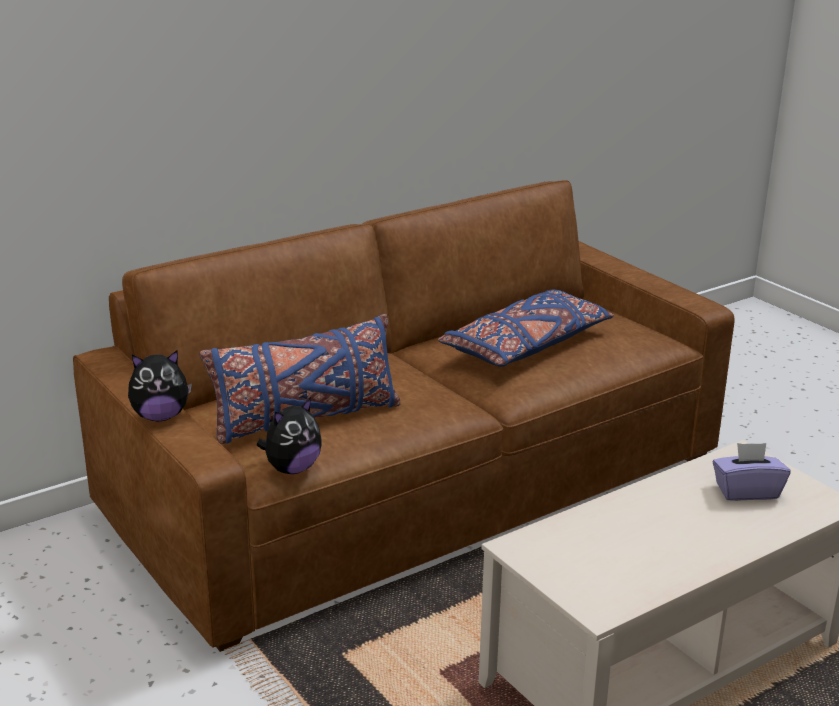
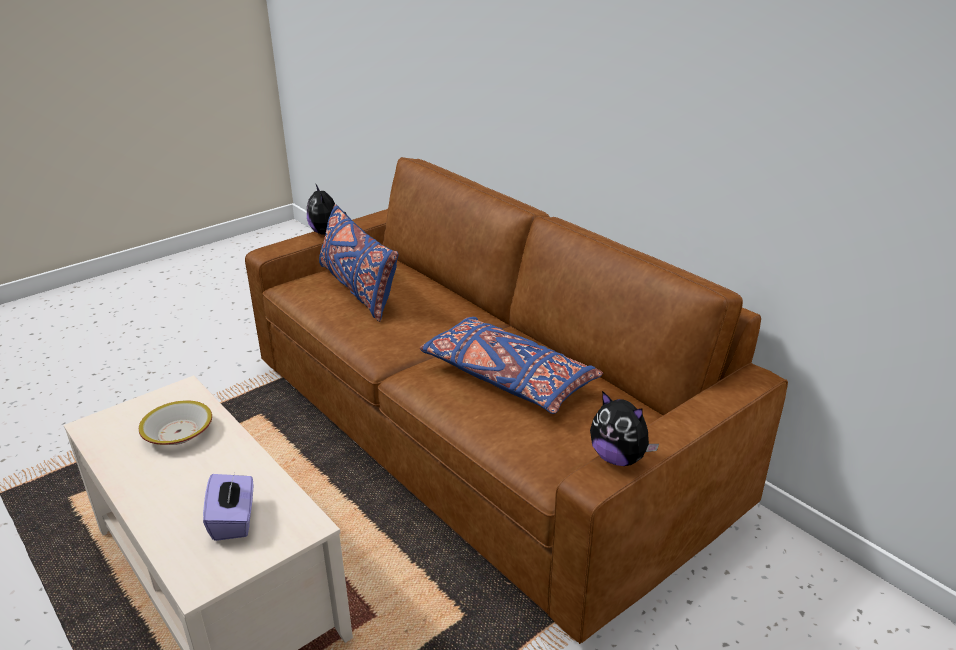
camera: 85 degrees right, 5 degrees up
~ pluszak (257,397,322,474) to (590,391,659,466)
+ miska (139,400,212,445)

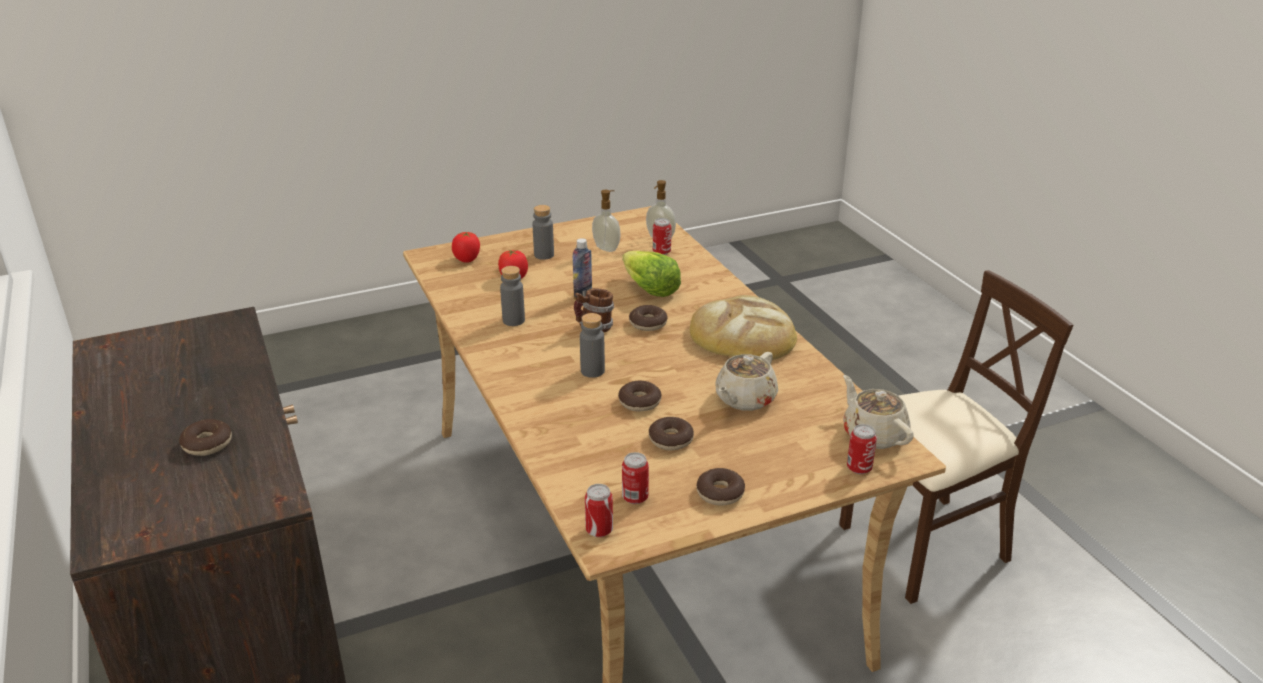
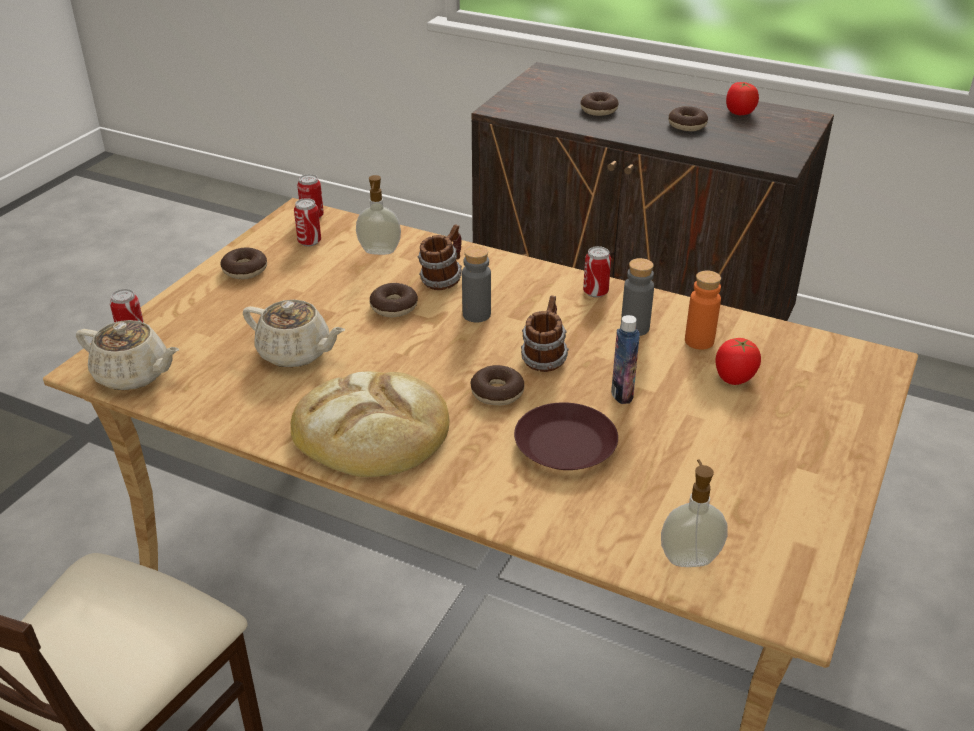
camera: 140 degrees right, 5 degrees up
~ pomidor (452,232,480,262) to (726,82,759,115)
- butelka [szary] (533,205,554,260)
~ dozownik mydła (592,190,621,252) to (356,175,401,255)
~ sałata (622,251,681,297) to talerz [brązowy] (514,402,618,470)
~ donut (649,417,694,450) to (668,106,708,131)
~ puszka (653,218,672,255) to (583,246,611,298)
~ imbryk [beżowy] (715,352,778,411) = (243,300,345,368) 120 degrees clockwise
+ kubek (418,224,462,290)
+ butelka [pomarańczowy] (685,271,721,350)

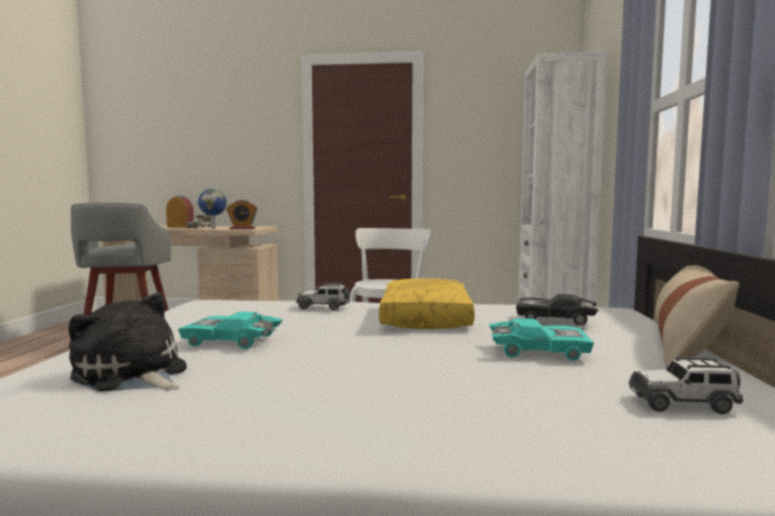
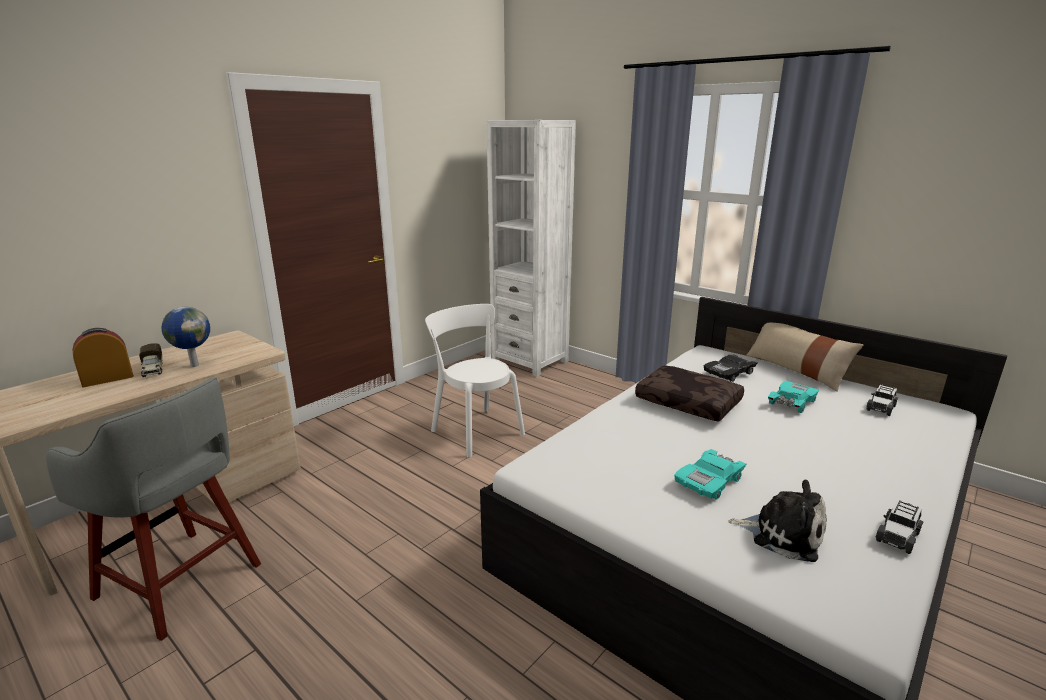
camera: 55 degrees left, 15 degrees up
~ pluszak (68,293,187,392) = (728,479,826,562) 135 degrees counterclockwise
- budzik (226,200,257,229)
~ samochodzik (296,283,349,310) to (876,500,923,554)
~ poduszka [żółty] (379,278,475,329) to poduszka [brązowy] (635,365,744,422)

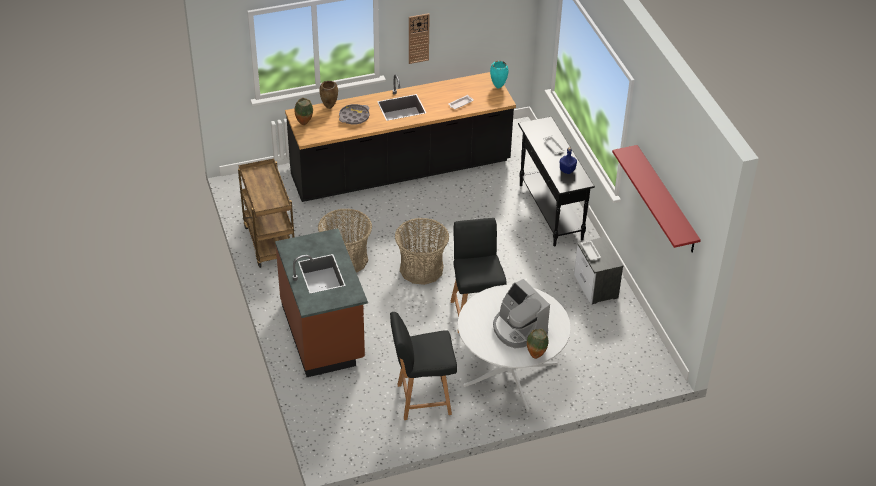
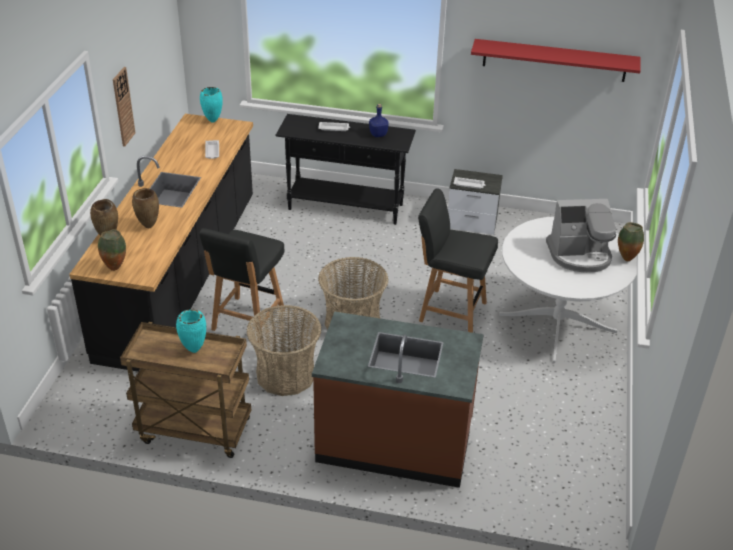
camera: 60 degrees left, 5 degrees down
~ taca [szary] (339,104,370,124) to wazon [brązowy] (132,188,159,228)
~ krzesło [czarny] (390,312,457,420) to (199,228,285,343)
+ wazon [turkusowy] (176,309,206,353)

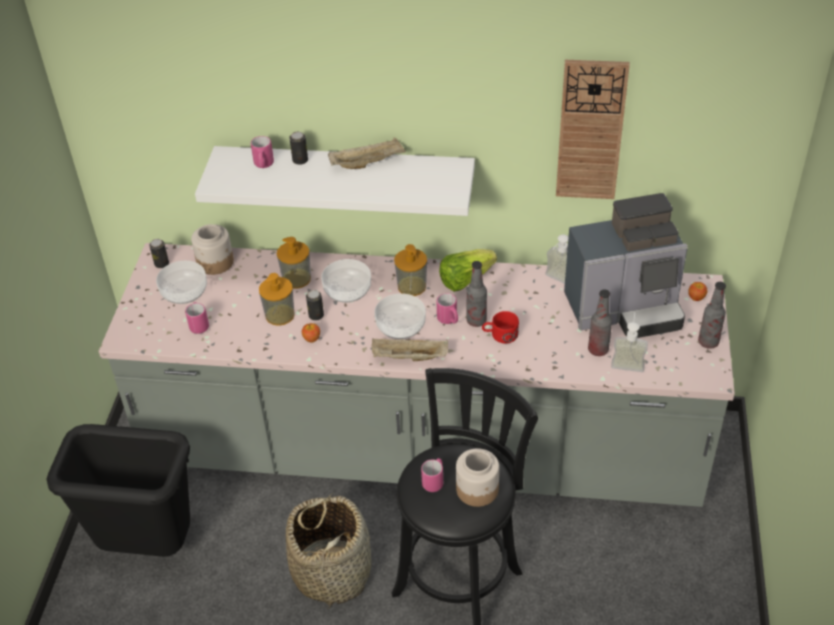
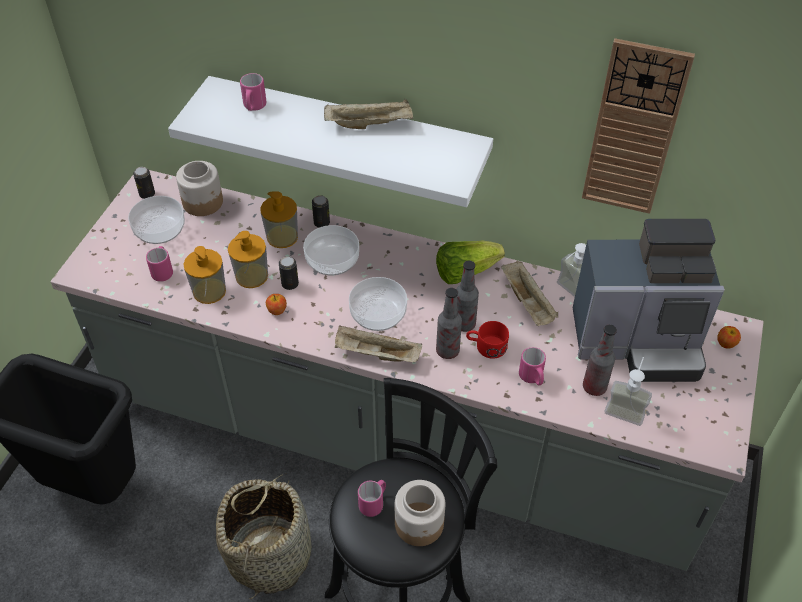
camera: 10 degrees right, 5 degrees up
~ puszka (289,132,308,165) to (312,195,330,228)
~ dozownik mydła (394,244,427,296) to (183,246,226,304)
~ kubek [różowy] (437,293,458,324) to (519,347,546,385)
~ butelka (698,282,726,349) to (436,288,462,359)
+ taca [beżowy] (501,261,558,326)

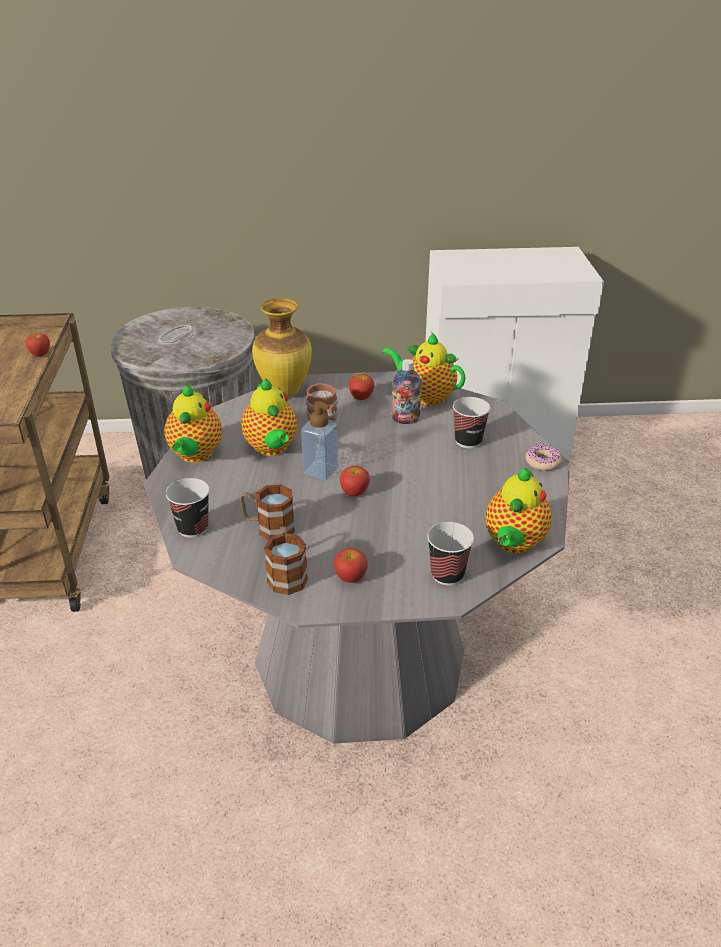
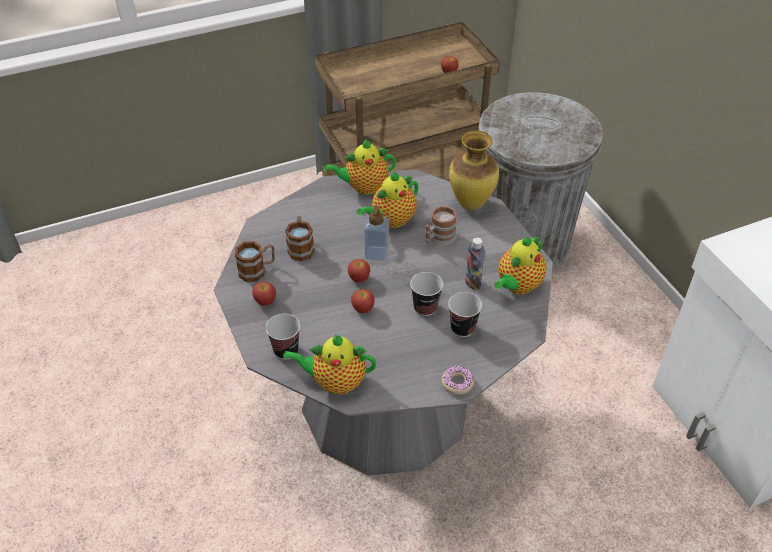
camera: 70 degrees right, 10 degrees up
~ filiżanka (165,478,210,538) to (410,272,443,316)
~ jabłko (349,374,374,400) to (351,289,375,313)
~ imbryk (382,332,466,406) = (494,236,547,295) 150 degrees counterclockwise

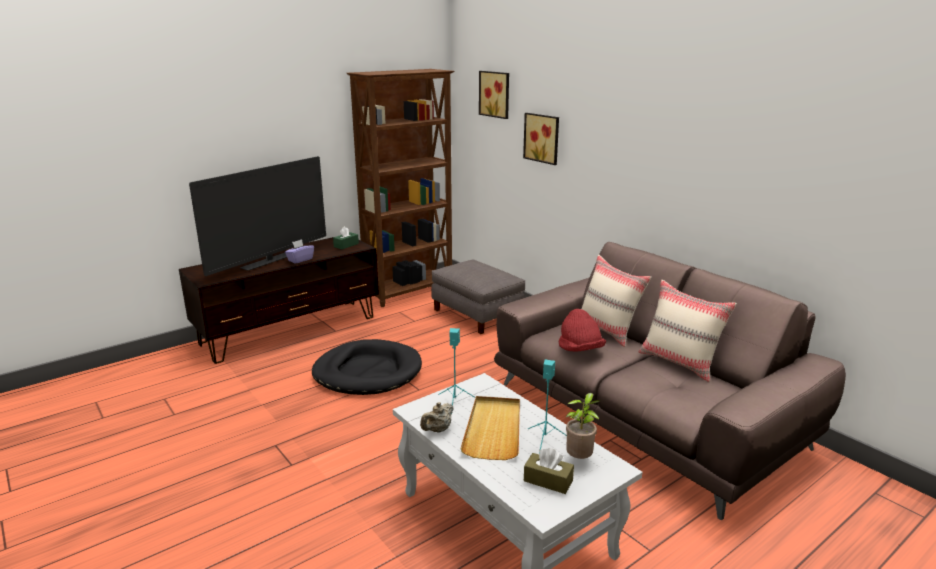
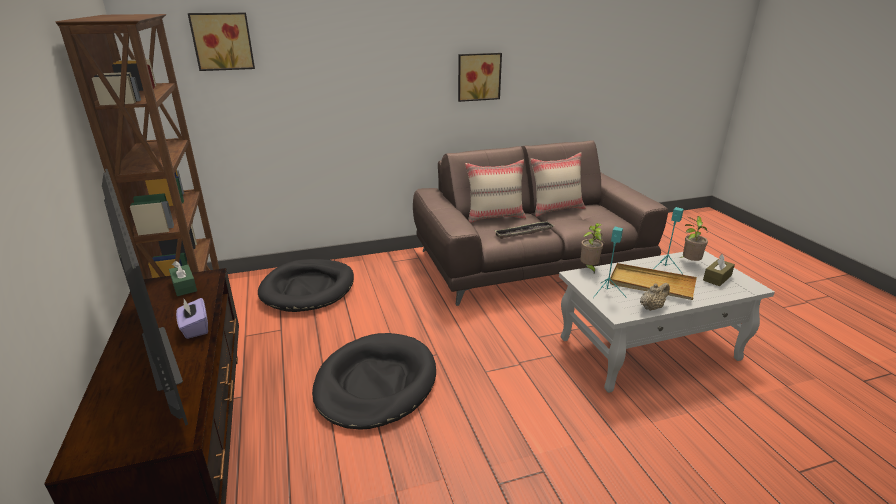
camera: 70 degrees left, 5 degrees up
~ imbryk [beżowy] (420,402,453,433) = (640,283,670,311) 90 degrees counterclockwise
~ pufa [szary] (431,260,525,334) to legowisko [czarny] (258,259,354,312)
~ obraz (523,113,559,165) to (458,53,502,102)
~ kapelusz [czerwony] (559,309,606,352) to taca (495,221,554,239)
+ roślina doniczkowa (580,223,603,273)

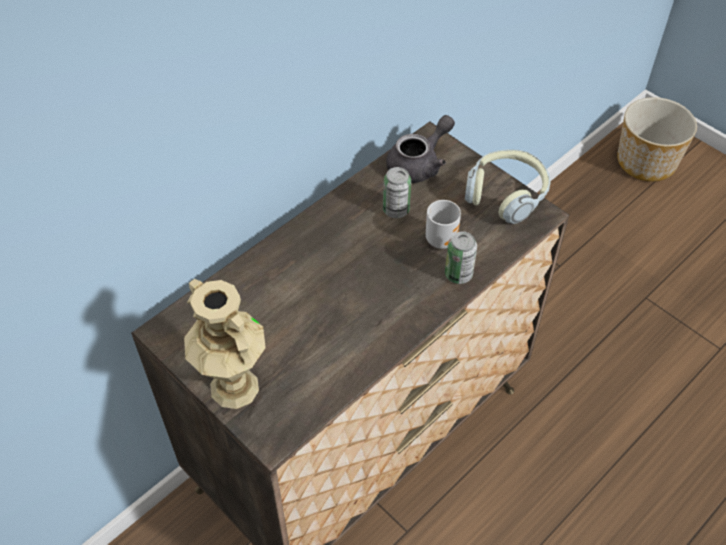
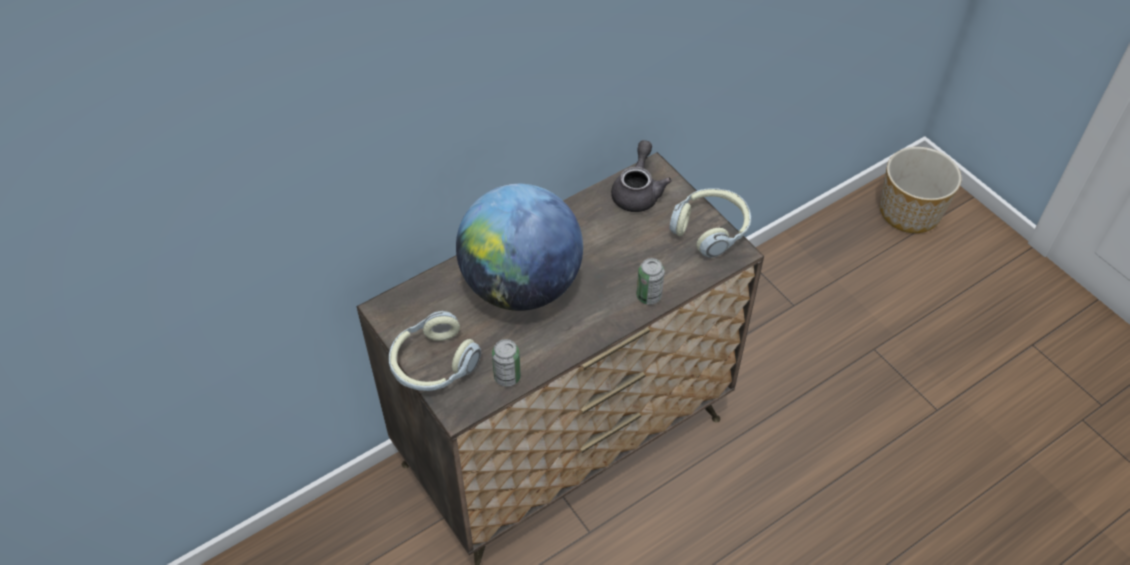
camera: 10 degrees right, 0 degrees up
~ wazon [beżowy] (184,279,266,409) to słuchawki (389,311,481,391)
~ puszka (383,167,411,218) to (492,339,521,387)
~ imbryk [szary] (386,115,455,183) = (611,140,672,212) 45 degrees counterclockwise
- kubek (426,200,461,249)
+ globus (456,184,583,311)

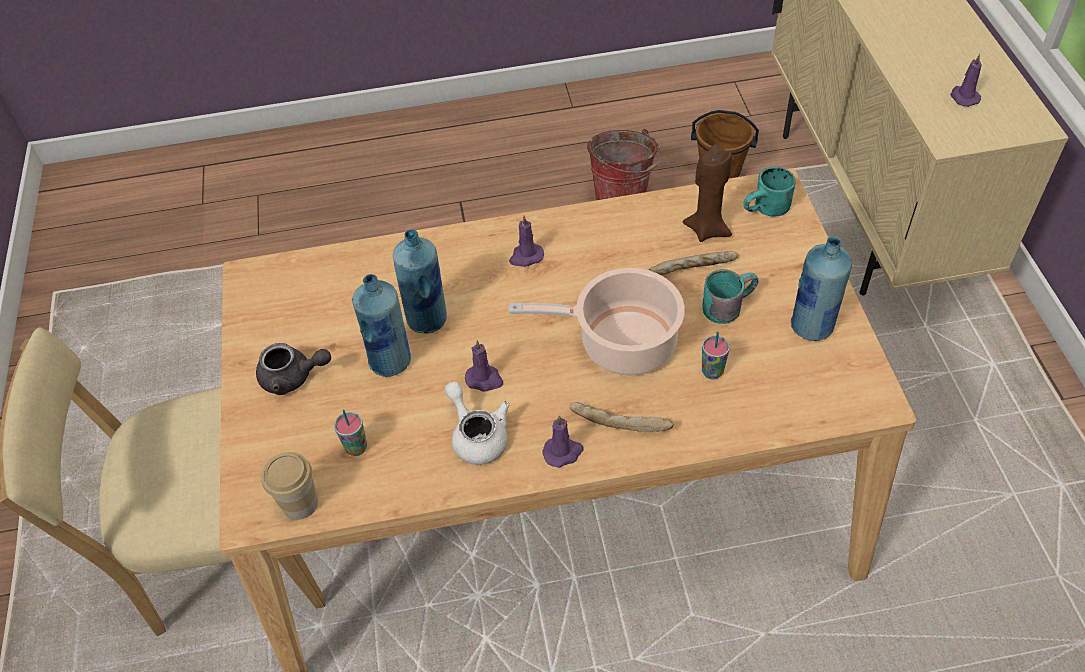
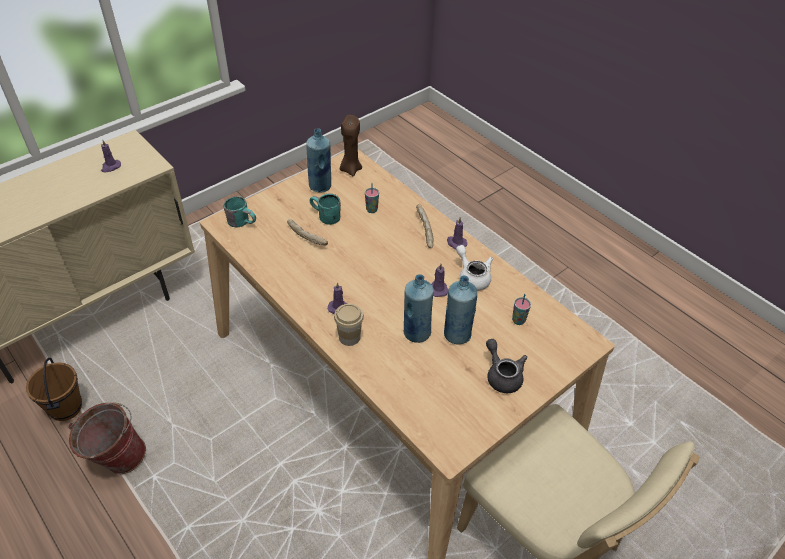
camera: 125 degrees left, 5 degrees down
~ filiżanka (261,452,318,520) to (334,304,364,346)
~ imbryk [biały] (445,381,510,465) = (456,245,493,291) 120 degrees clockwise
- garnek (509,268,685,376)
~ świeca [brązowy] (682,144,732,242) to (340,115,362,177)

